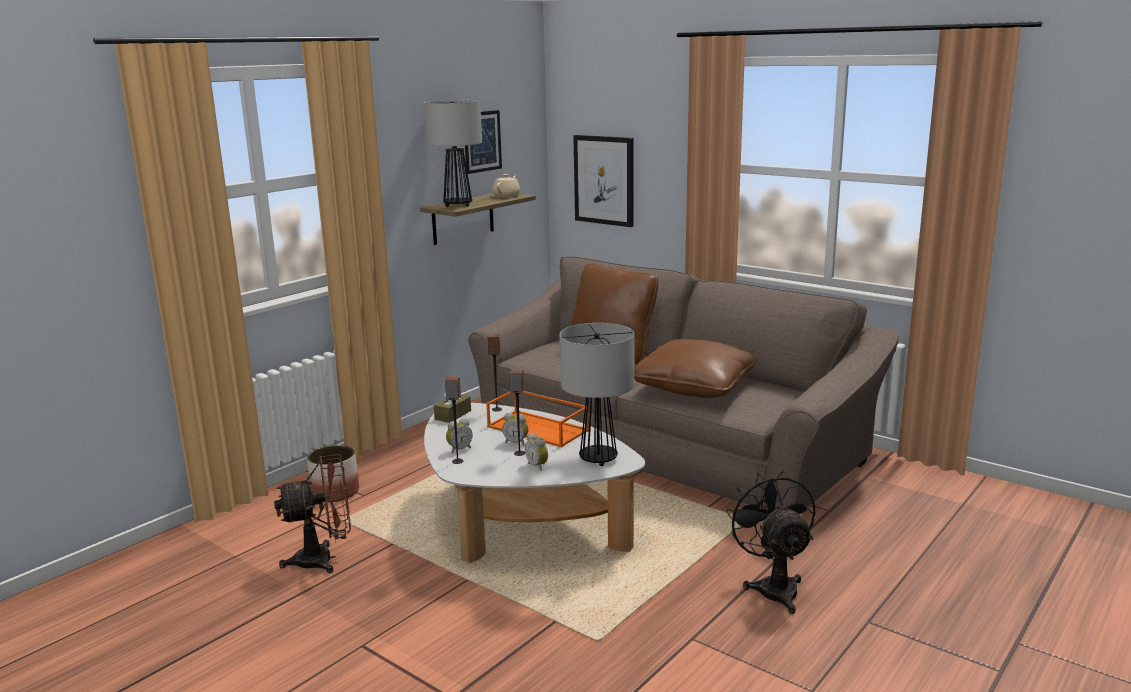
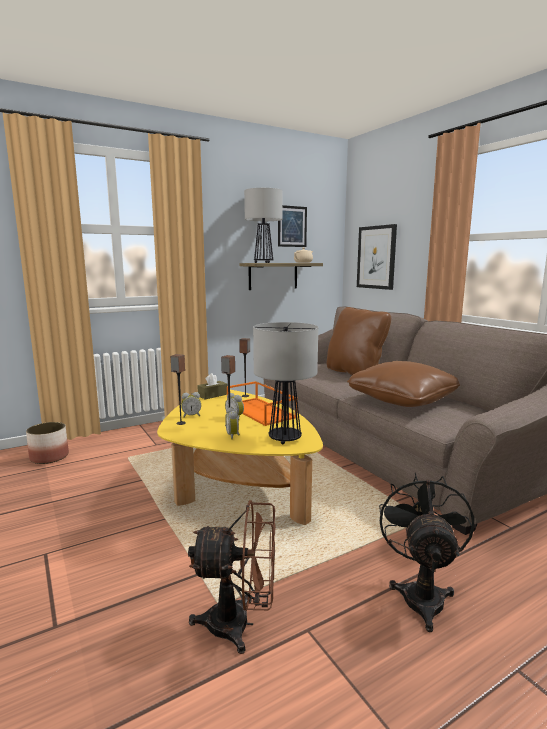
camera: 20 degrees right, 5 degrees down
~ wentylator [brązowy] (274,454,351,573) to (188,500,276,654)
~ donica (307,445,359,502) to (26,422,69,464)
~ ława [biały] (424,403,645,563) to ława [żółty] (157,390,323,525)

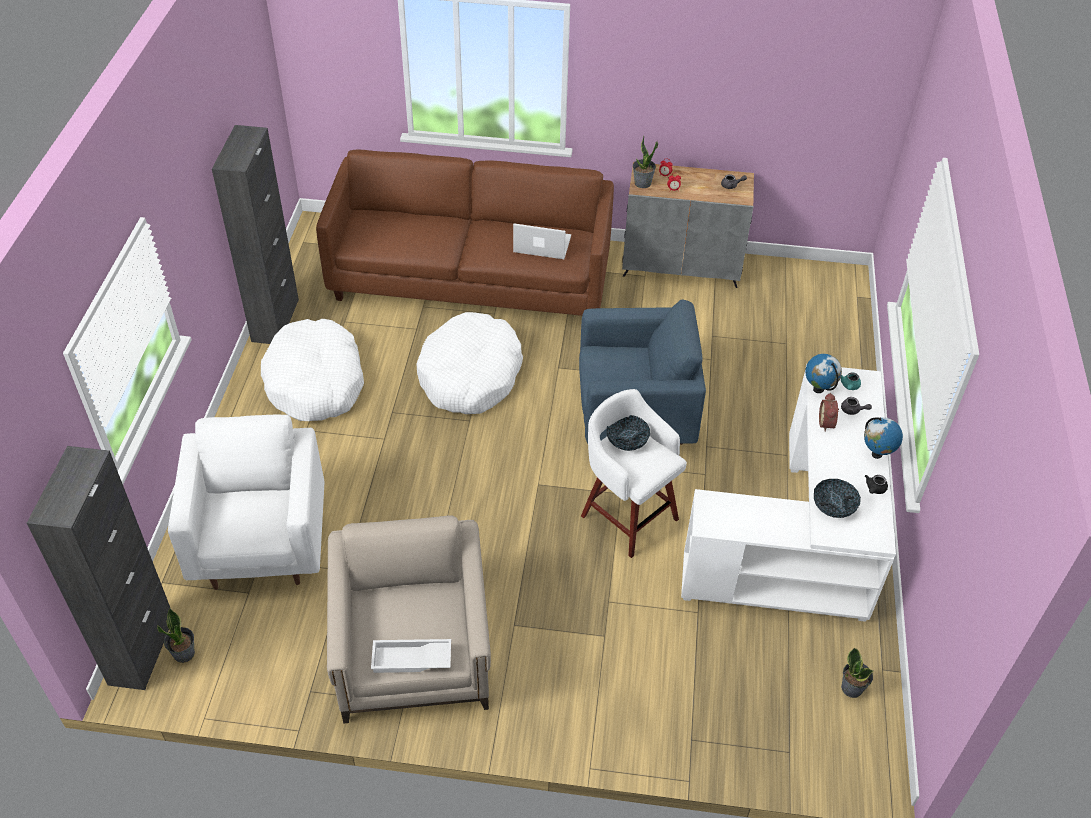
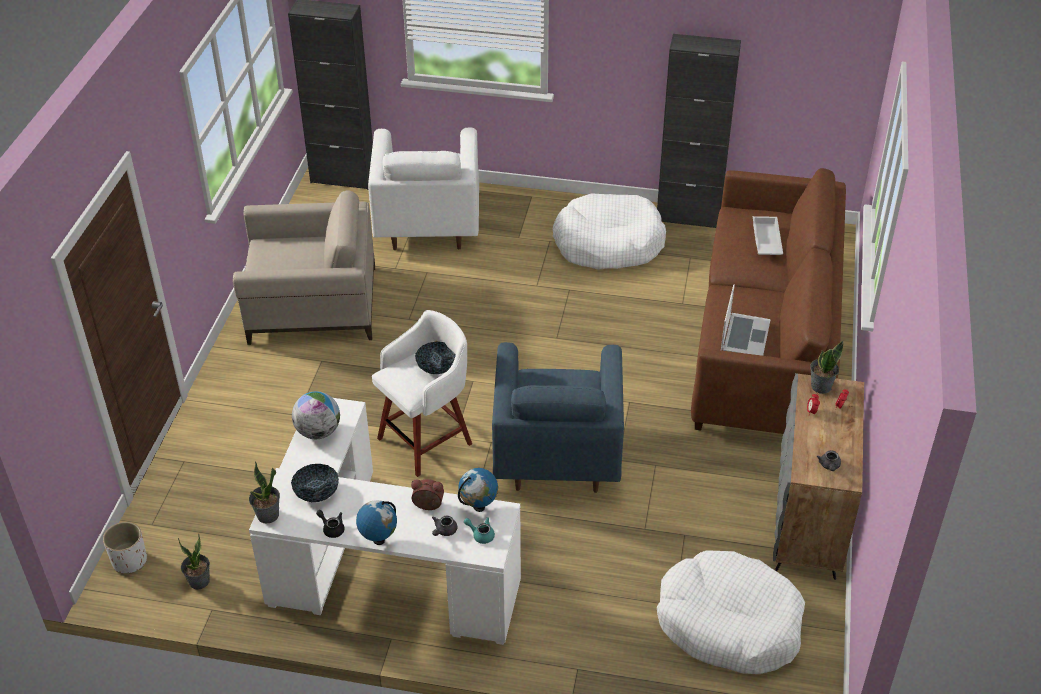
camera: 95 degrees right, 5 degrees down
~ roślina doniczkowa (157,608,195,663) to (249,462,280,523)
~ fotel [biały] (168,414,324,590) = (368,127,479,250) 90 degrees clockwise
~ taca [biały] (371,639,451,673) to (753,216,783,255)
~ legowisko [biały] (416,312,523,414) to (657,551,805,674)
+ donica [biały] (103,522,147,573)
+ globus (292,391,340,439)

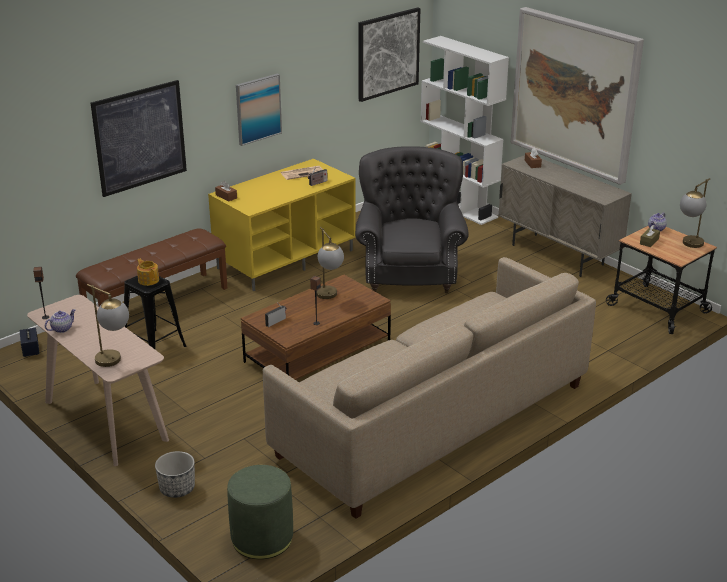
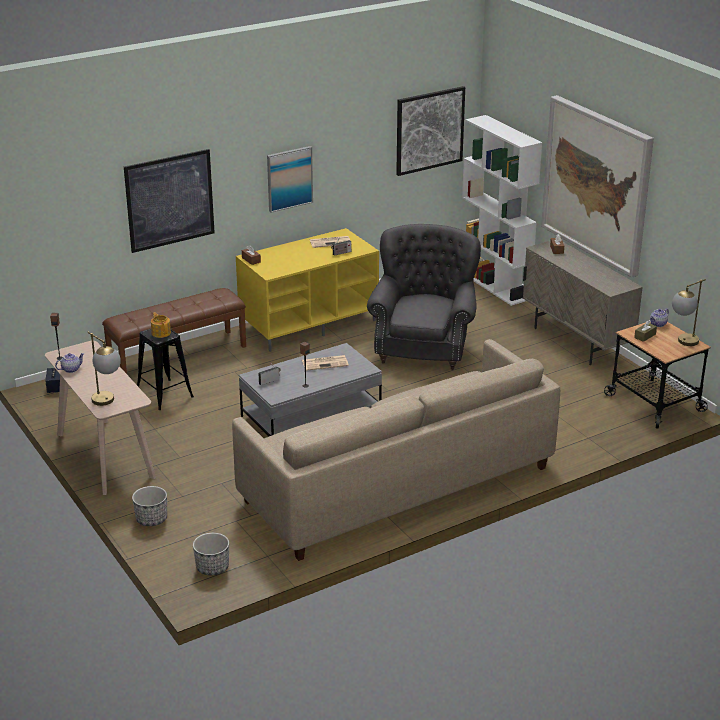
camera: 10 degrees right, 0 degrees up
~ pufa [zielony] (227,465,293,560) to donica (193,533,229,576)
~ ława [brązowy] (241,275,391,380) to ława [szary] (239,343,382,436)
~ lampa stołowa (317,227,344,299) to gazeta (302,355,349,371)

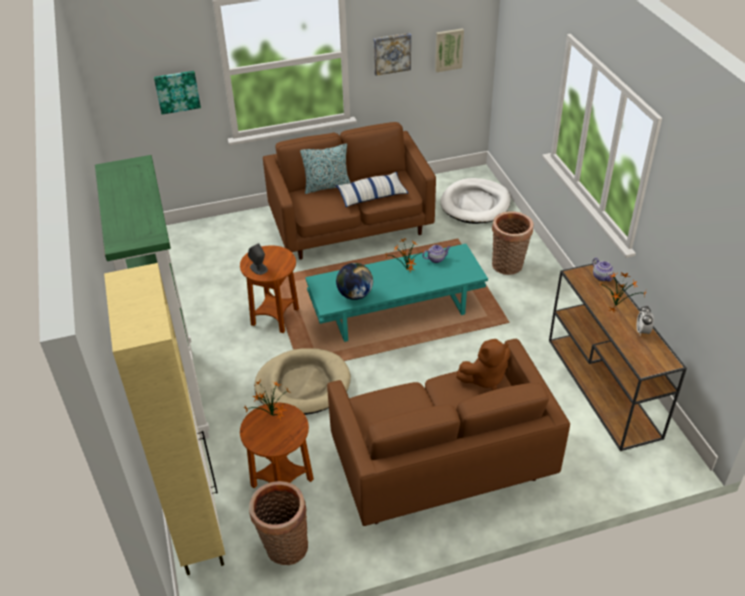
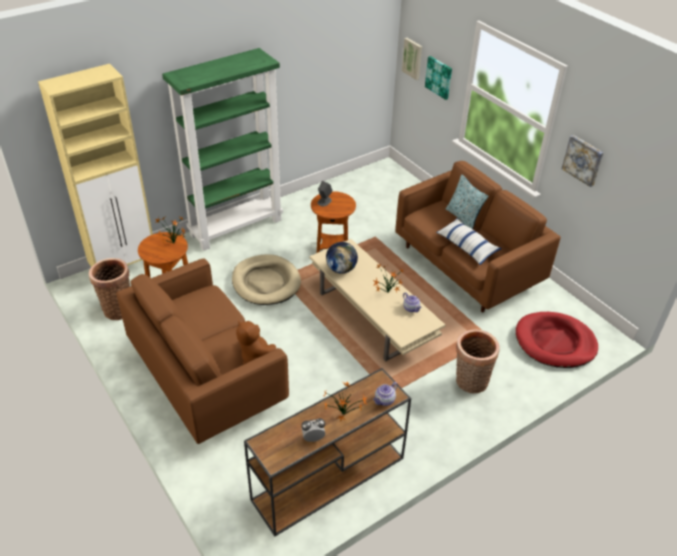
camera: 70 degrees right, 0 degrees up
~ ława [turkusowy] (305,244,488,342) to ława [beżowy] (310,239,445,361)
~ obraz (435,28,464,72) to (402,38,422,80)
~ legowisko [biały] (441,178,511,224) to legowisko [czerwony] (516,312,598,368)

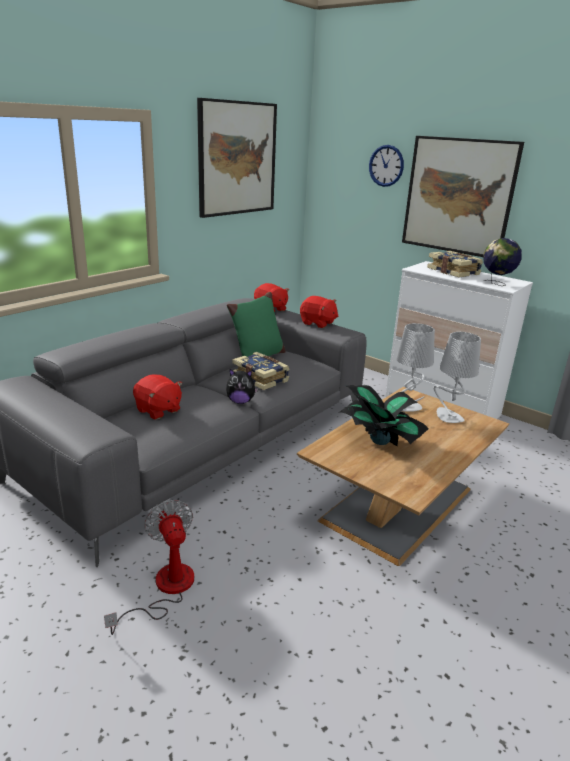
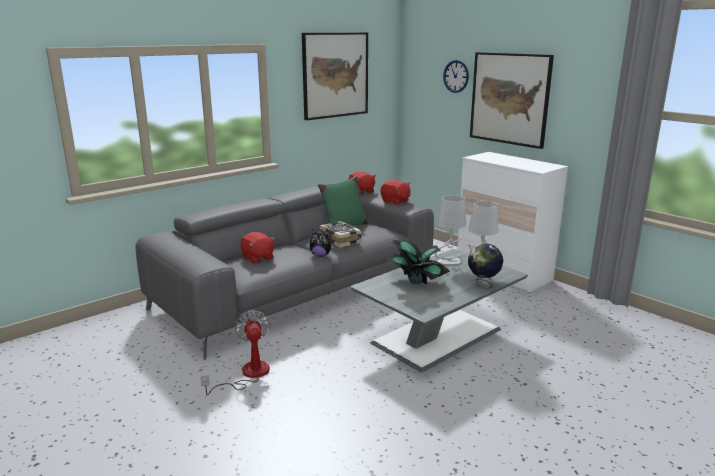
camera: 10 degrees right, 5 degrees down
~ ława [brązowy] (297,387,509,566) to ława [szary] (350,249,528,373)
- książka (427,251,483,278)
~ globus (483,238,522,286) to (468,243,503,289)

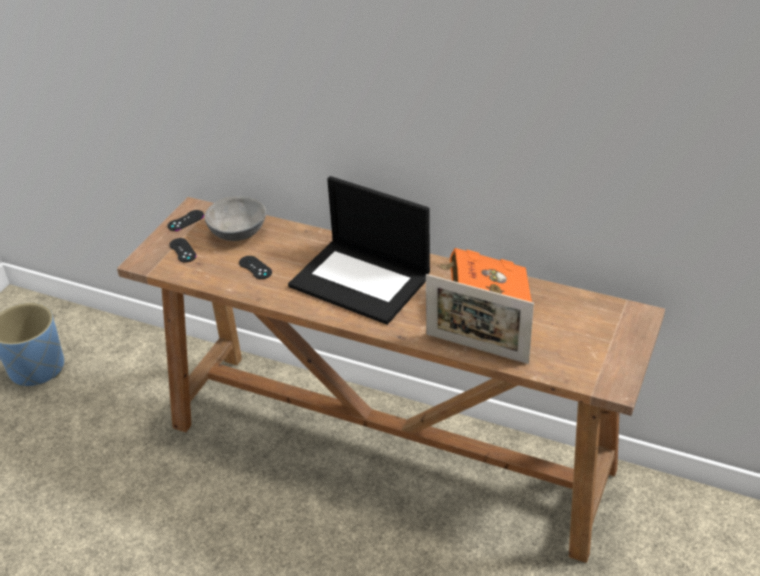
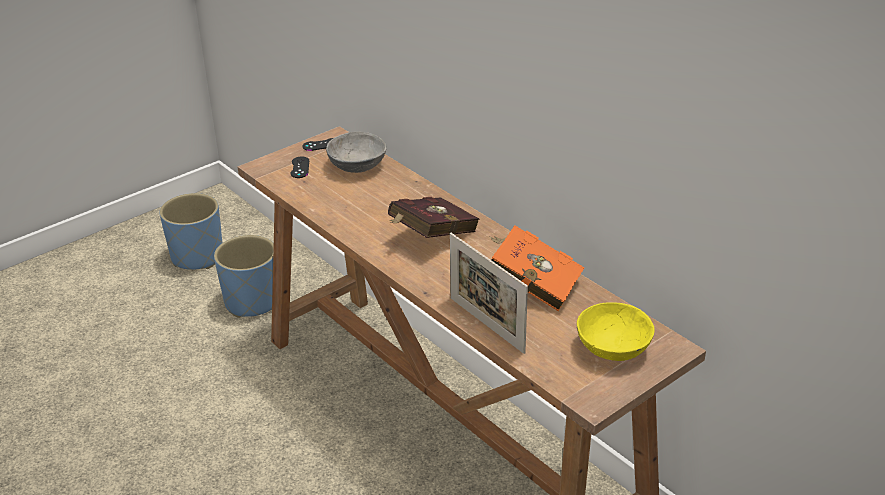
camera: 25 degrees right, 5 degrees down
- pad do gier [czarny] (239,256,272,279)
~ laptop (288,176,430,325) to książka [czerwony] (388,197,479,238)
+ donica [niebieski] (214,235,274,318)
+ miska [żółty] (577,302,655,361)

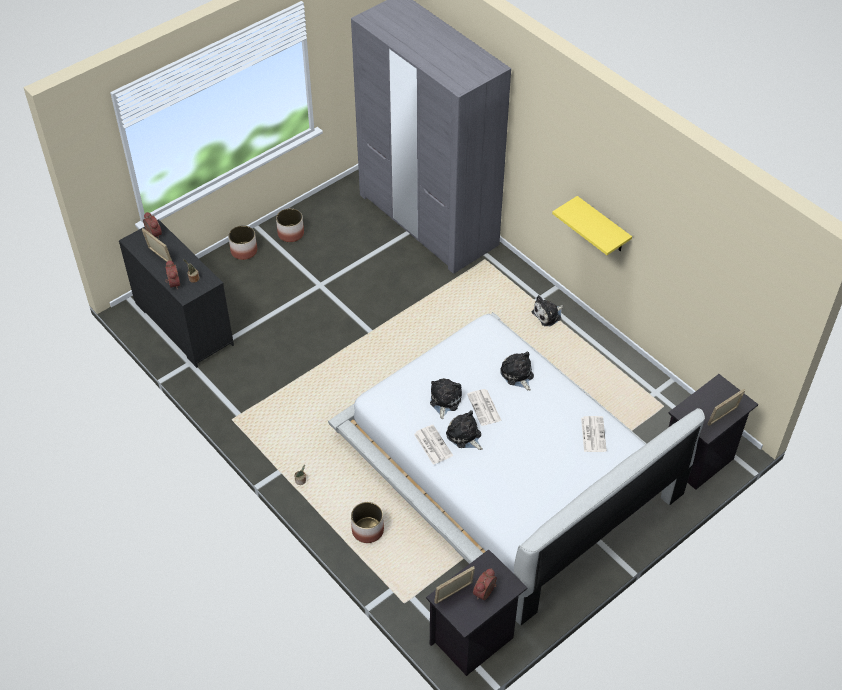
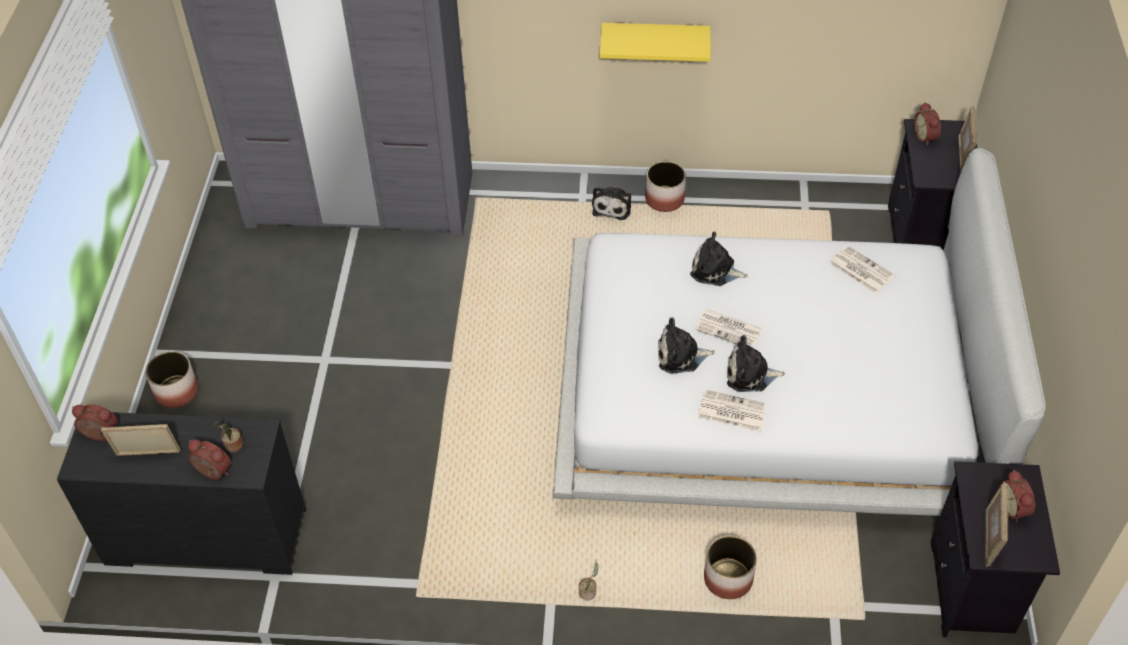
camera: 45 degrees left, 0 degrees up
~ donica (276,208,304,242) to (645,161,686,212)
~ pluszak (430,378,462,419) = (658,317,715,374) 60 degrees counterclockwise
+ budzik (914,102,941,146)

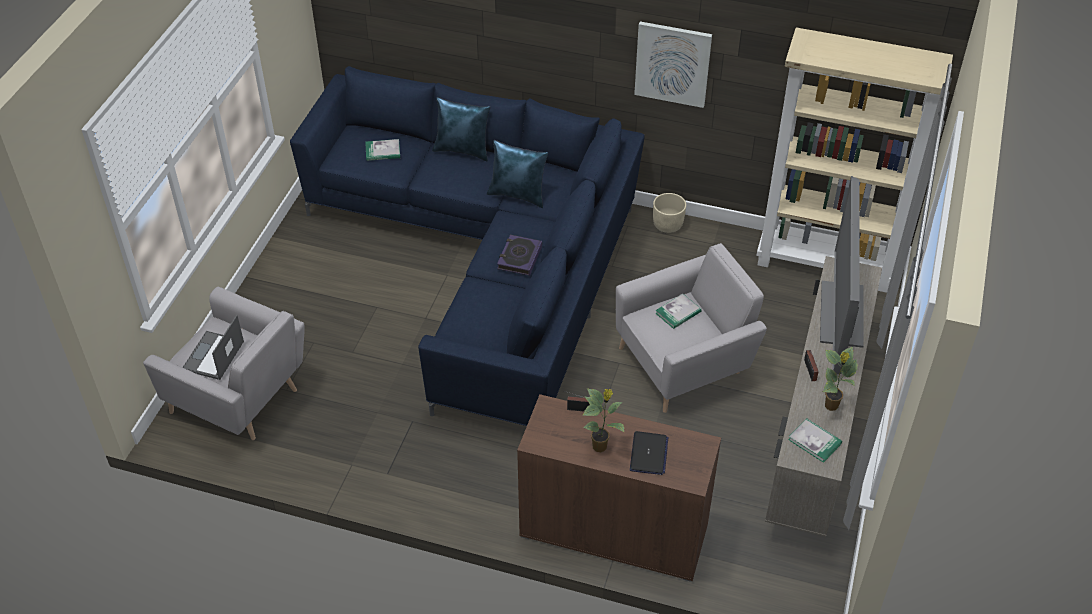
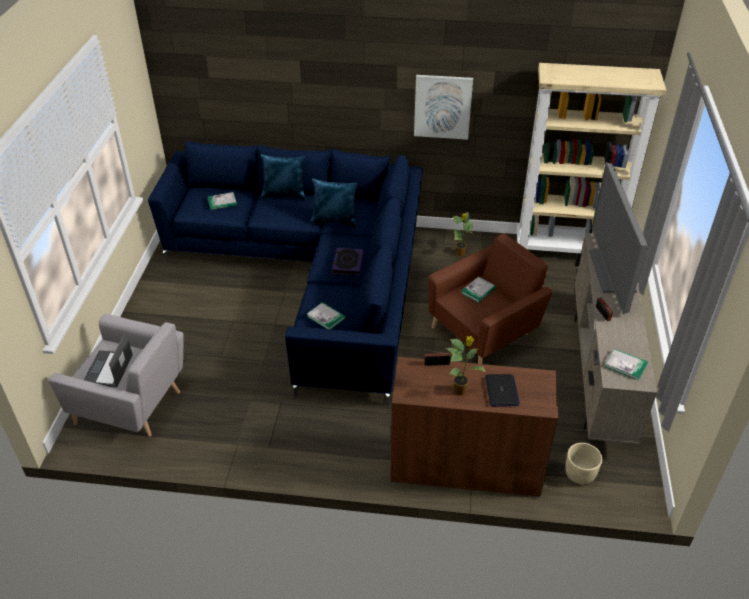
camera: 10 degrees left, 5 degrees down
~ fotel [szary] (616,243,767,413) to fotel [brązowy] (428,233,553,364)
~ donica [beżowy] (653,193,686,233) to (565,443,602,484)
~ roślina doniczkowa (823,346,858,411) to (453,212,473,256)
+ książka (307,302,345,329)

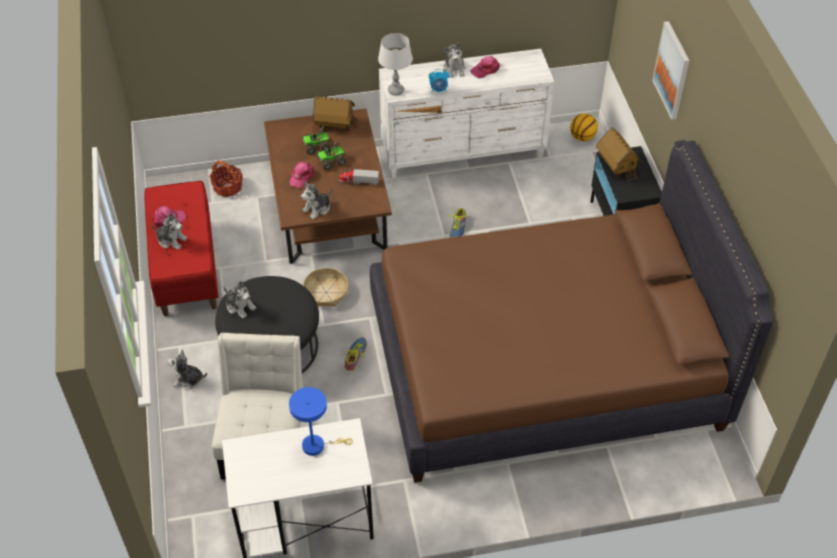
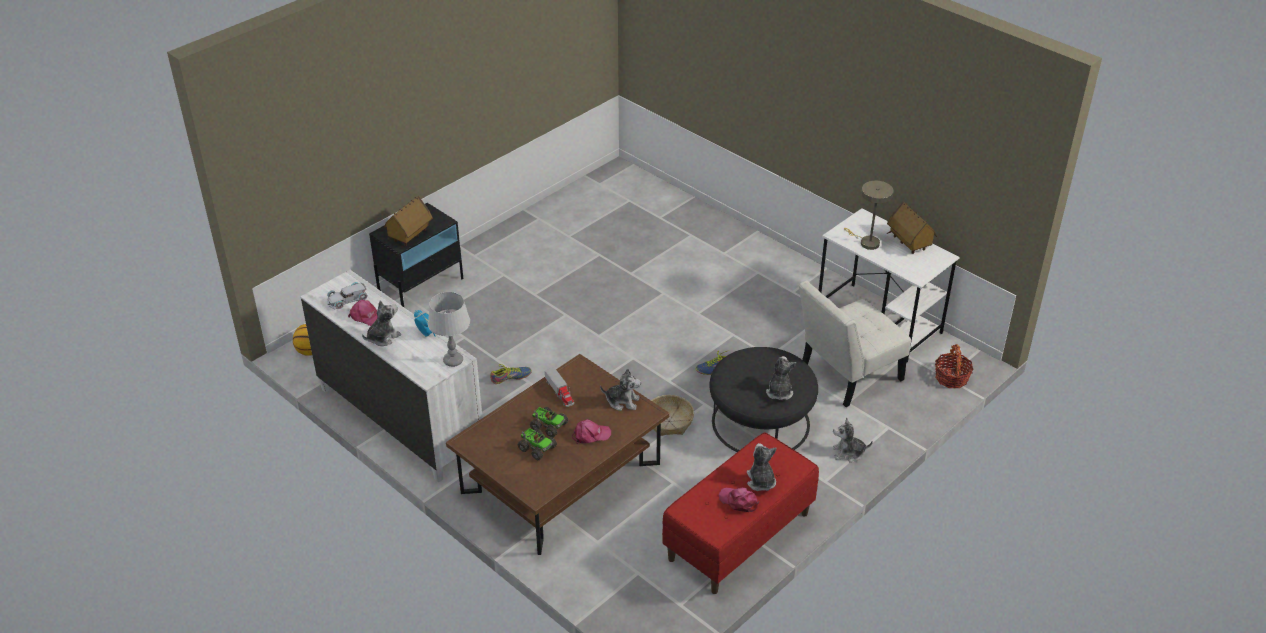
camera: 125 degrees left, 10 degrees down
~ pluszak (167,349,207,390) = (833,418,873,462) 120 degrees clockwise
~ koszyk (209,160,243,197) to (935,344,974,388)
~ lampa stołowa [niebieski] (289,387,353,456) to lampa stołowa [beżowy] (844,181,894,250)
~ domek (313,96,359,131) to (886,202,937,254)
- łóżko [brązowy] (370,140,774,483)
- obraz (652,21,690,120)
+ samochodzik [biały] (327,282,368,310)

